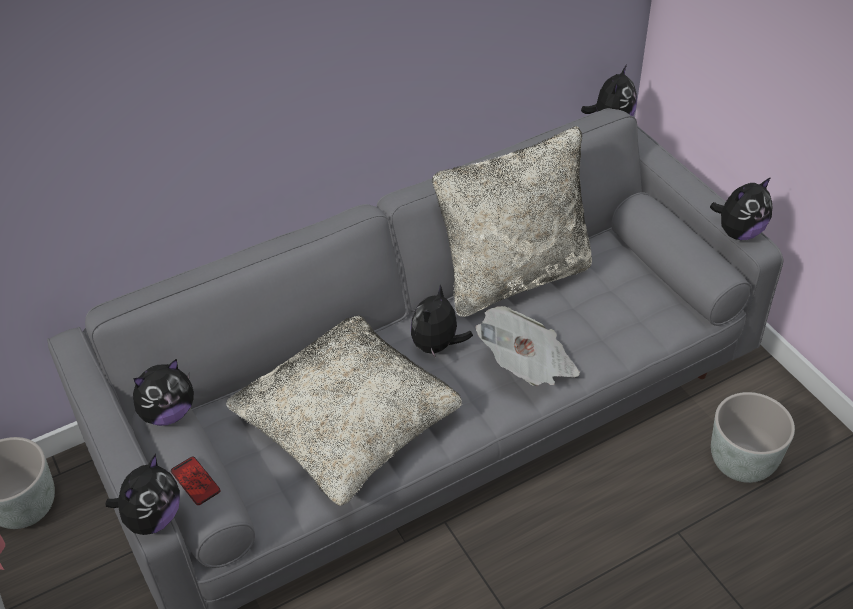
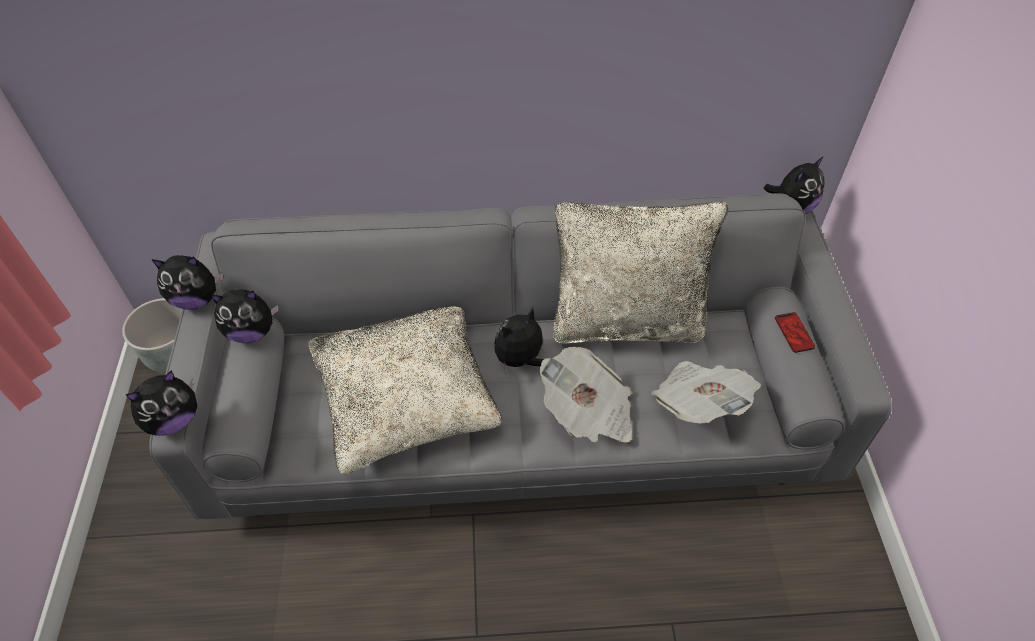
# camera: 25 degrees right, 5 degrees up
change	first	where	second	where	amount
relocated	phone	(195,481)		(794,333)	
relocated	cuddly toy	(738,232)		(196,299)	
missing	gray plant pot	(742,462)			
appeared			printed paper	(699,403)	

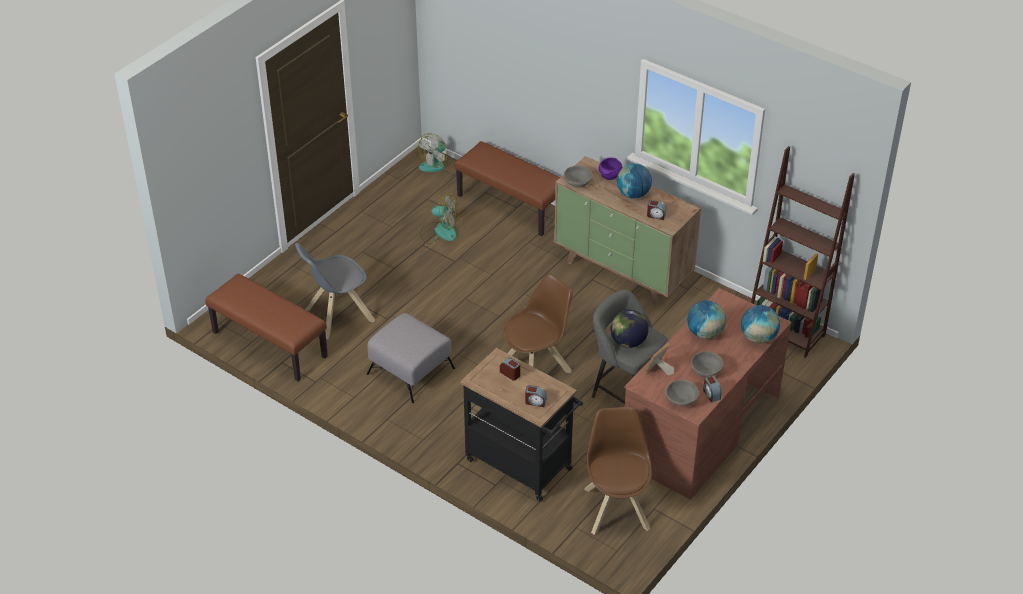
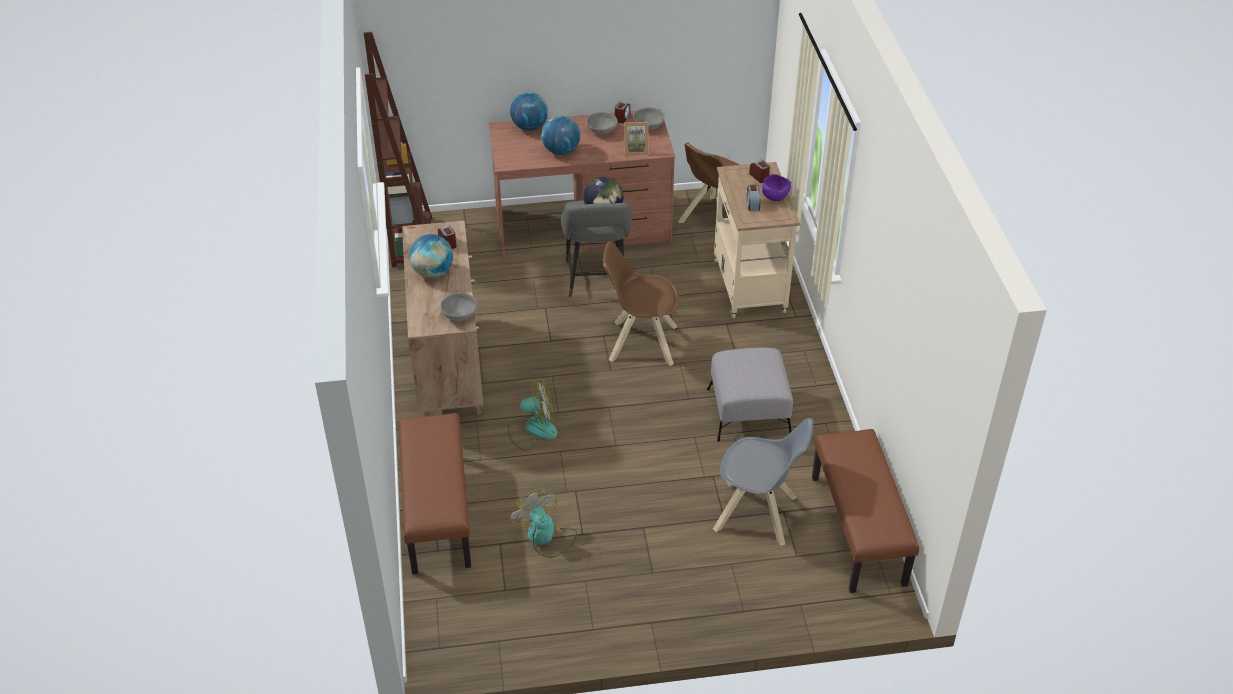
# camera: 135 degrees left, 0 degrees up
change	first	where	second	where	amount
relocated	fan	(436,164)		(532,429)	
colour	black-coloured cart	(521,466)	sand-coloured cart	(748,284)	
relocated	purplish bowl	(610,177)		(775,197)	

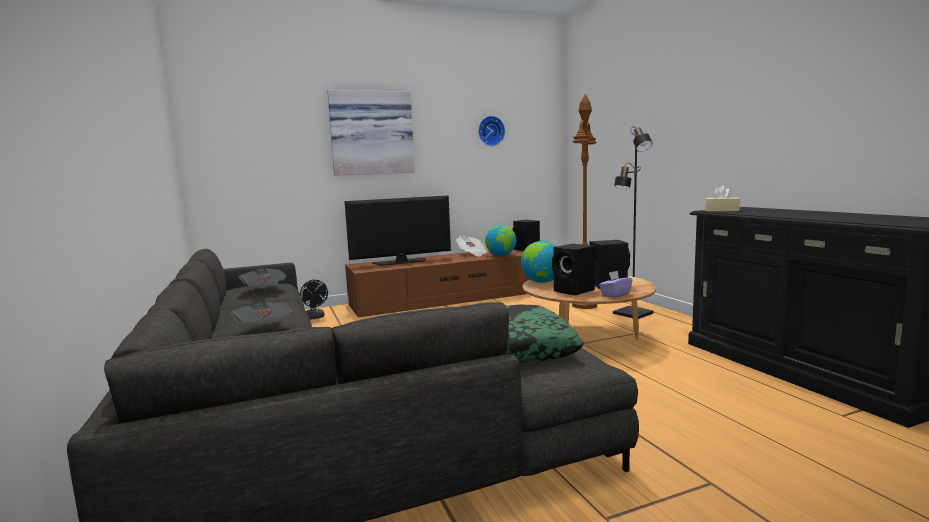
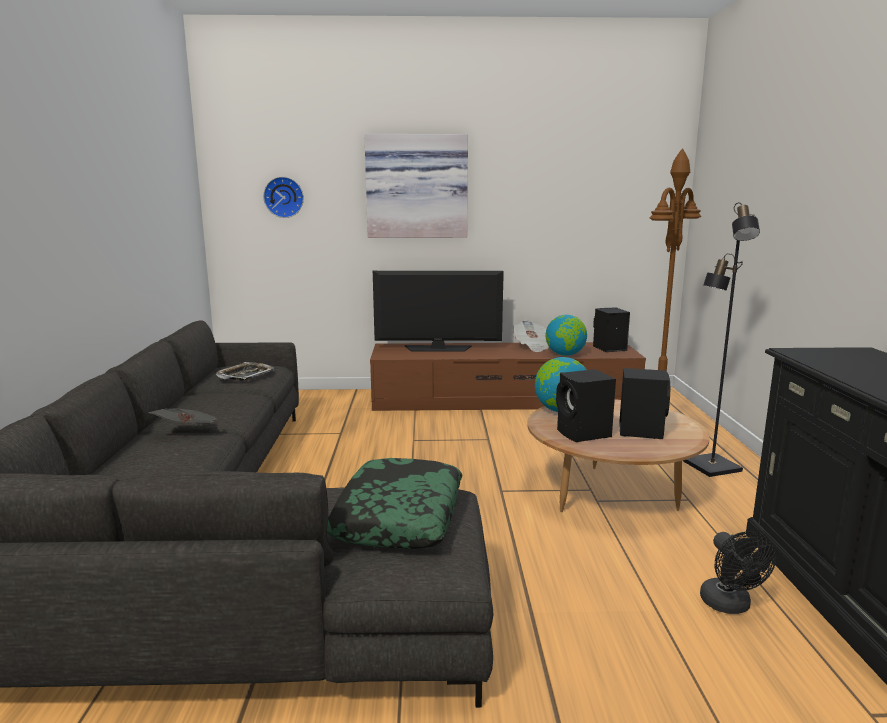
# camera: 20 degrees right, 5 degrees up
change	first	where	second	where	amount
exchanged	printed paper	(265,290)	carrying tray	(245,375)	
relocated	black-coloured fan	(315,318)		(729,606)	
relocated	hanging clock	(490,131)		(284,197)	
missing	purplish box of tissues	(615,295)			
missing	sand-coloured box of tissues	(721,210)			

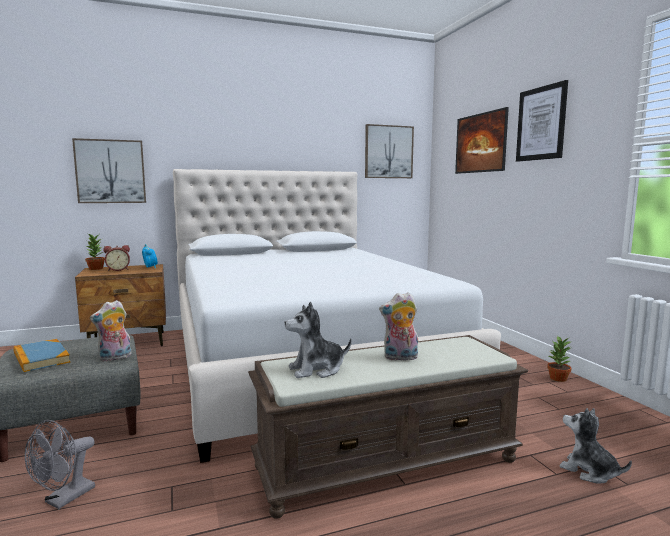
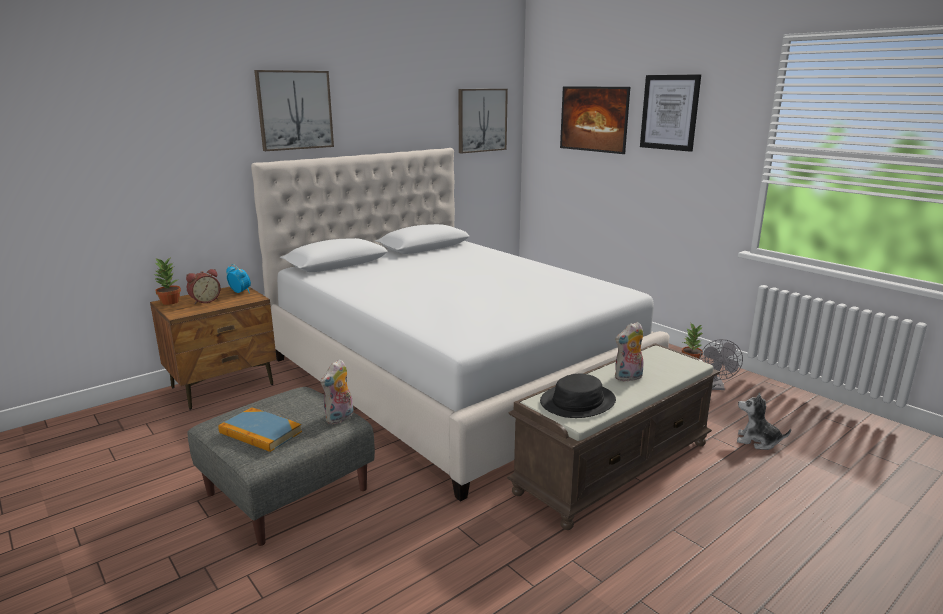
# camera: 20 degrees left, 10 degrees up
change	first	where	second	where	amount
relocated	gray fan	(64,499)		(716,387)	
relocated	wall picture	(110,171)		(295,110)	
exchanged	cuddly toy	(317,370)	black-coloured wearable hat	(578,402)	

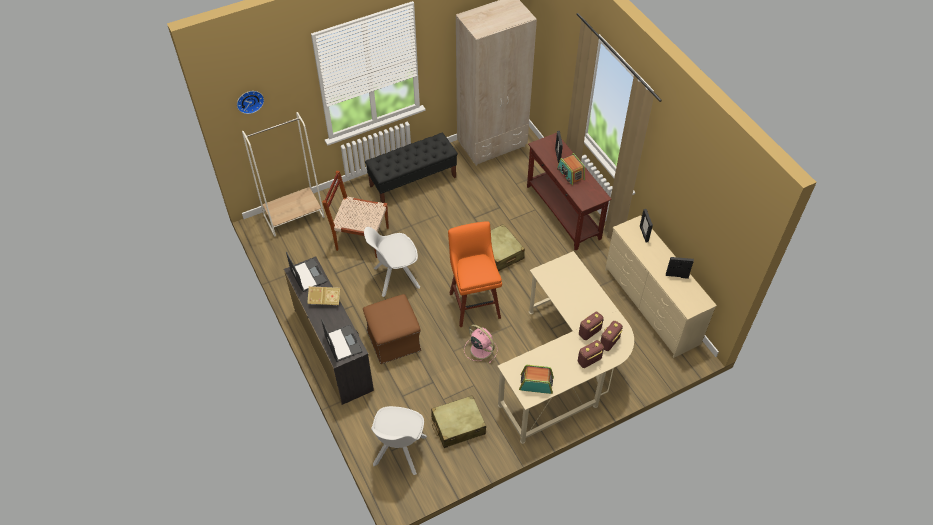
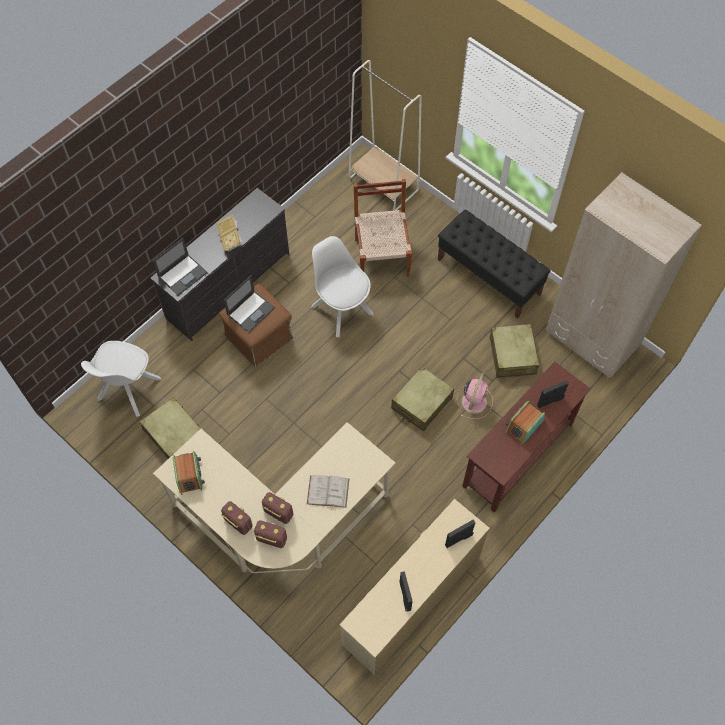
# camera: 70 degrees right, 10 degrees up
change	first	where	second	where	amount
missing	hanging clock	(249,100)			
relocated	portable computer	(308,275)		(251,311)	
spun	white-coloured upright chair	(399,451)		(128,390)	60 degrees counterclockwise
missing	orangey stool	(474,304)			
relocated	pink fan	(480,349)		(474,401)	
appeared			white-coloured bound book	(328,491)	
appeared			sand-coloured suitcase	(512,356)	

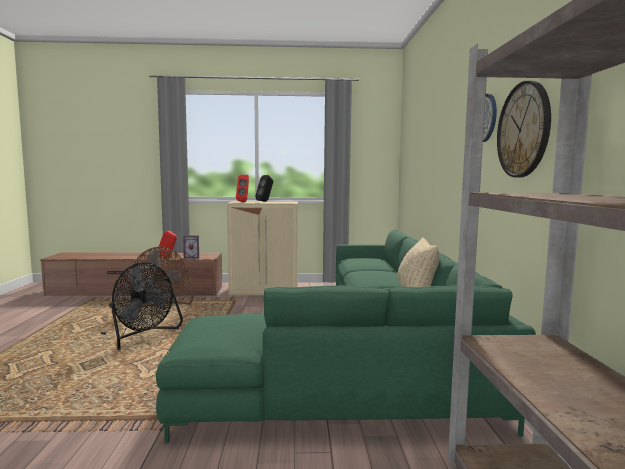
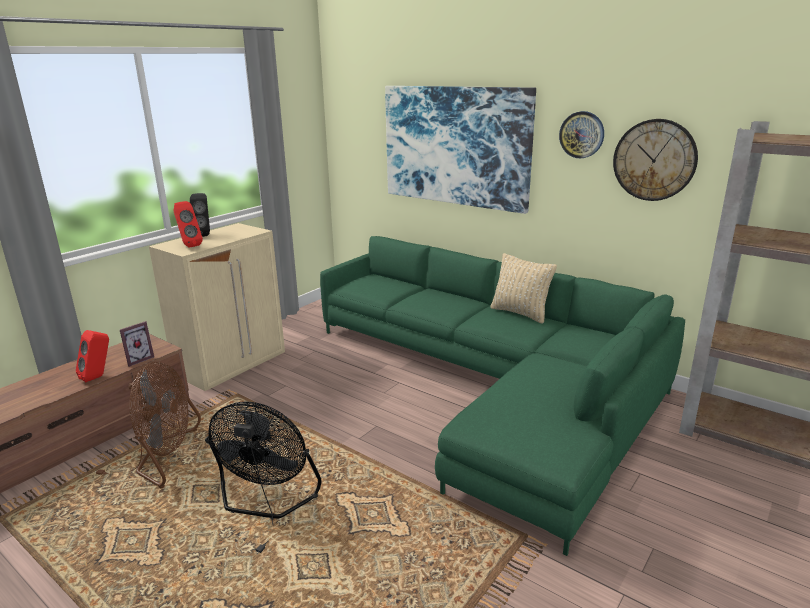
# camera: 50 degrees left, 15 degrees up
change	first	where	second	where	amount
spun	black-coloured fan	(139,337)		(263,505)	60 degrees counterclockwise
appeared			wall picture	(455,146)	

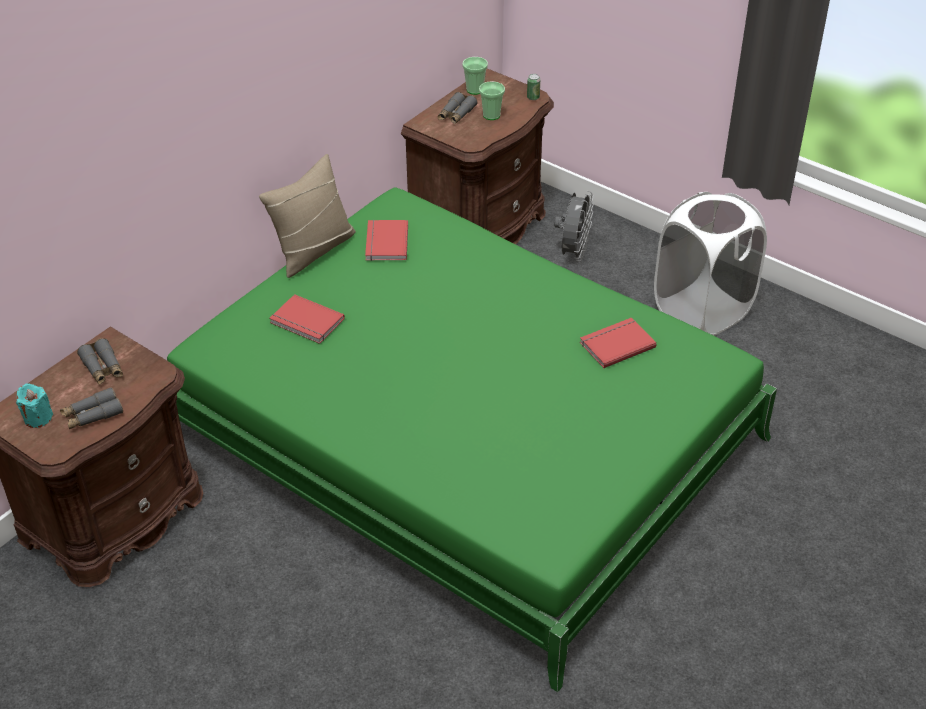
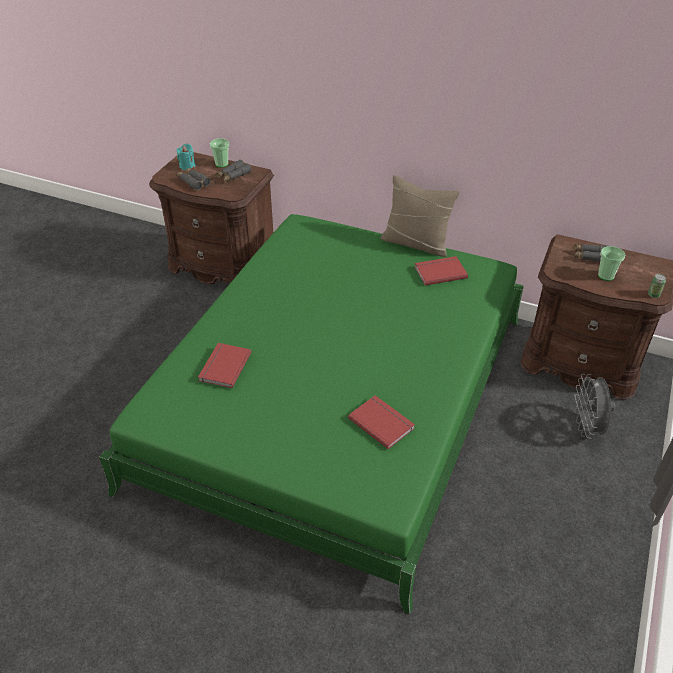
# camera: 75 degrees right, 0 degrees up
change	first	where	second	where	amount
relocated	red bound book	(306,322)		(223,366)	
relocated	cup	(475,90)		(222,164)	
spun	gray fan	(573,252)		(587,427)	90 degrees clockwise
missing	white-coloured laundry basket	(702,311)			

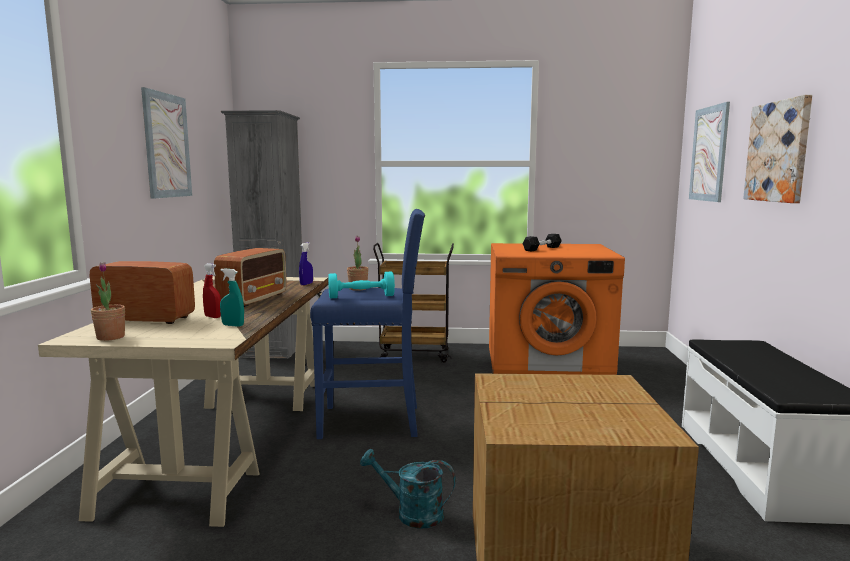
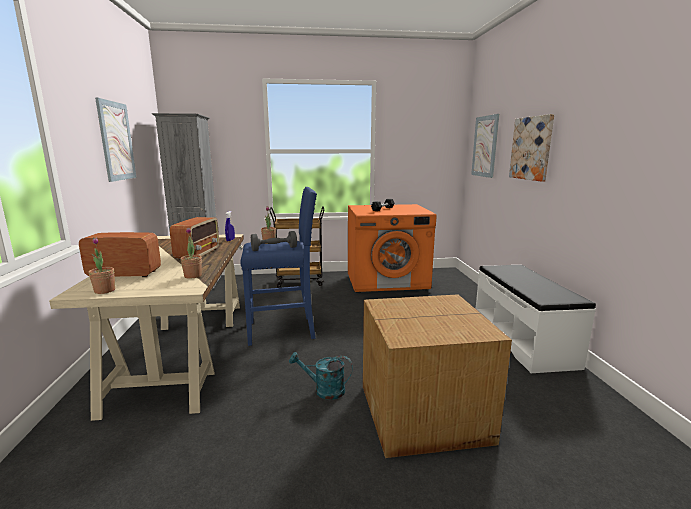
# camera: 10 degrees left, 5 degrees up
change	first	where	second	where	amount
missing	red hand sprayer	(213,317)			
exchanged	turquoise-coloured hand sprayer	(233,325)	houseplant	(193,276)	
colour	turquoise-coloured free weight	(361,297)	gray free weight	(274,249)	

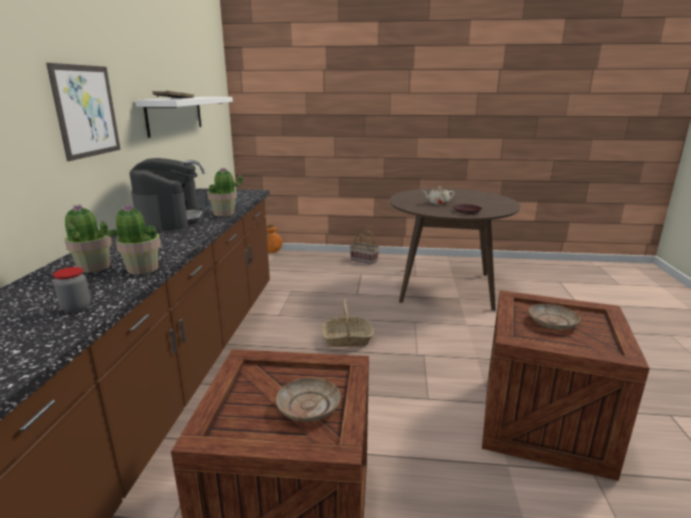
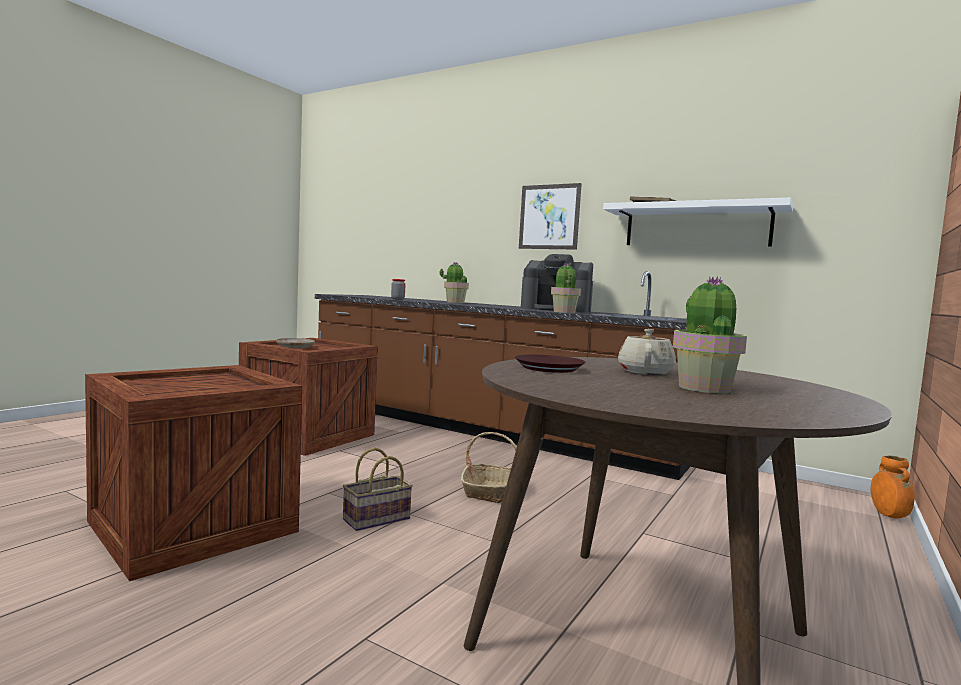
# camera: 115 degrees right, 15 degrees down
change	first	where	second	where	amount
relocated	houseplant	(142,269)		(704,388)	
relocated	storage basket	(365,260)		(375,520)	
missing	sand-coloured plate	(552,322)			

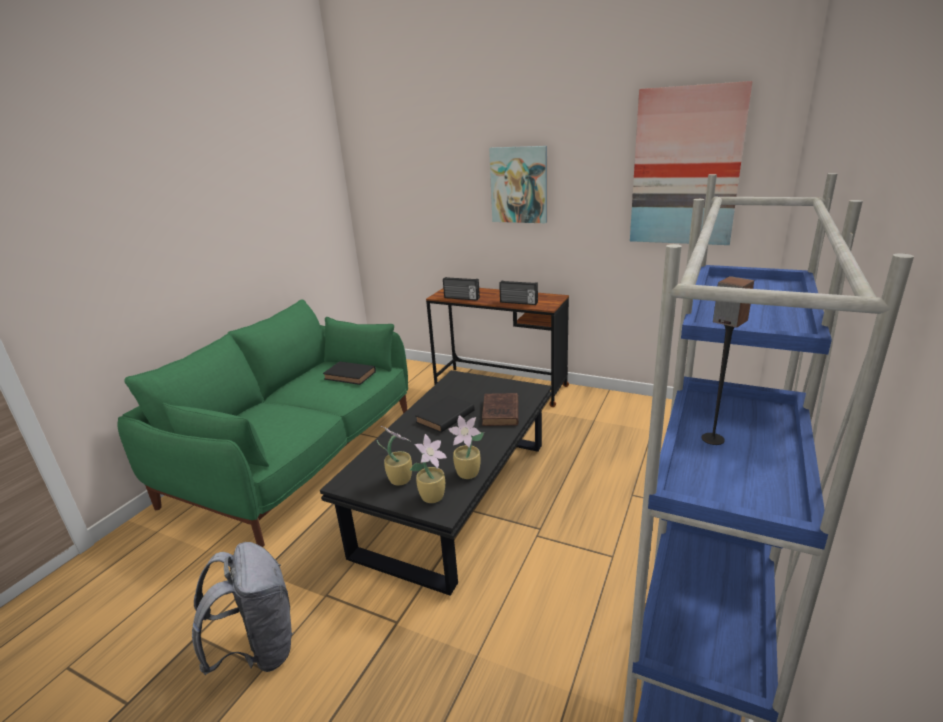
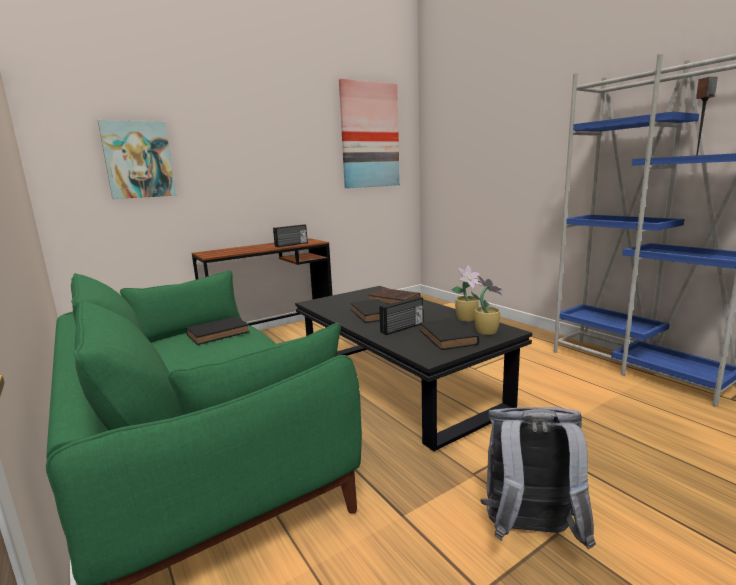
# camera: 60 degrees left, 10 degrees down
change	first	where	second	where	amount
exchanged	houseplant	(400,479)	black-coloured bound book	(448,338)	
relocated	radio receiver	(461,298)		(403,328)	
relocated	wall picture	(519,185)		(138,160)	

